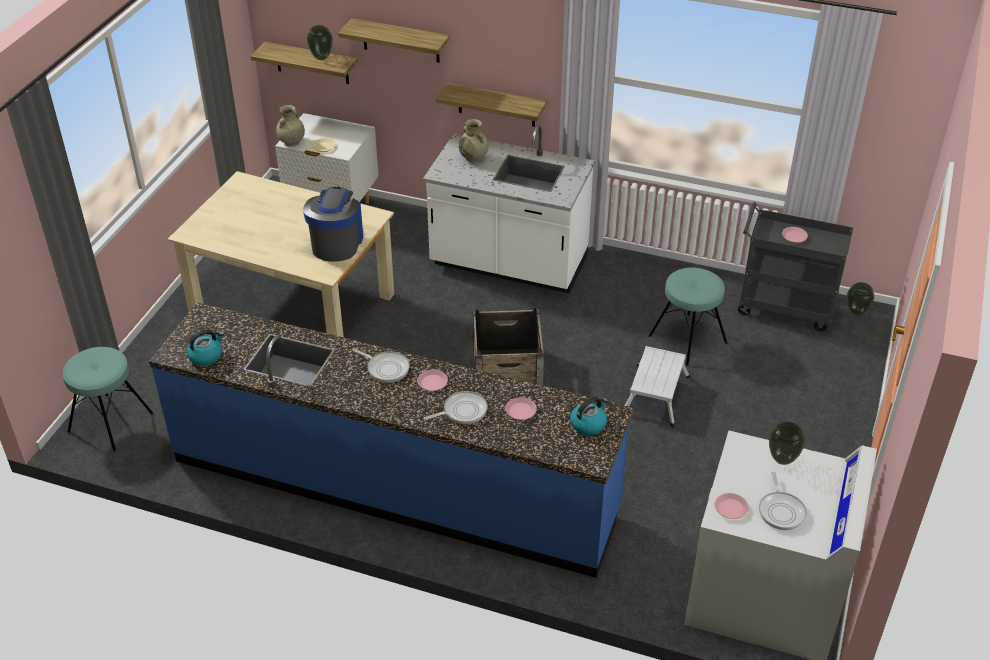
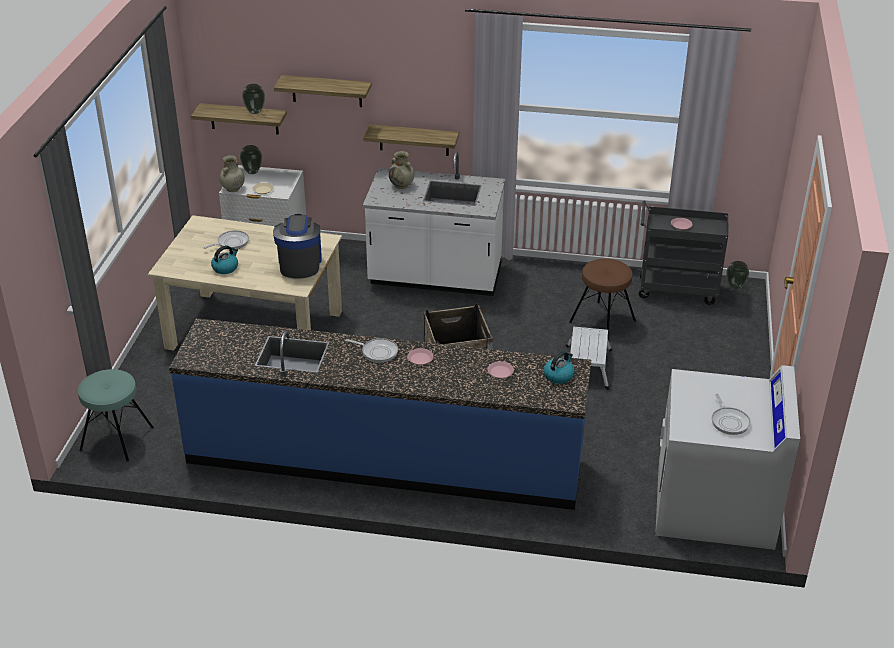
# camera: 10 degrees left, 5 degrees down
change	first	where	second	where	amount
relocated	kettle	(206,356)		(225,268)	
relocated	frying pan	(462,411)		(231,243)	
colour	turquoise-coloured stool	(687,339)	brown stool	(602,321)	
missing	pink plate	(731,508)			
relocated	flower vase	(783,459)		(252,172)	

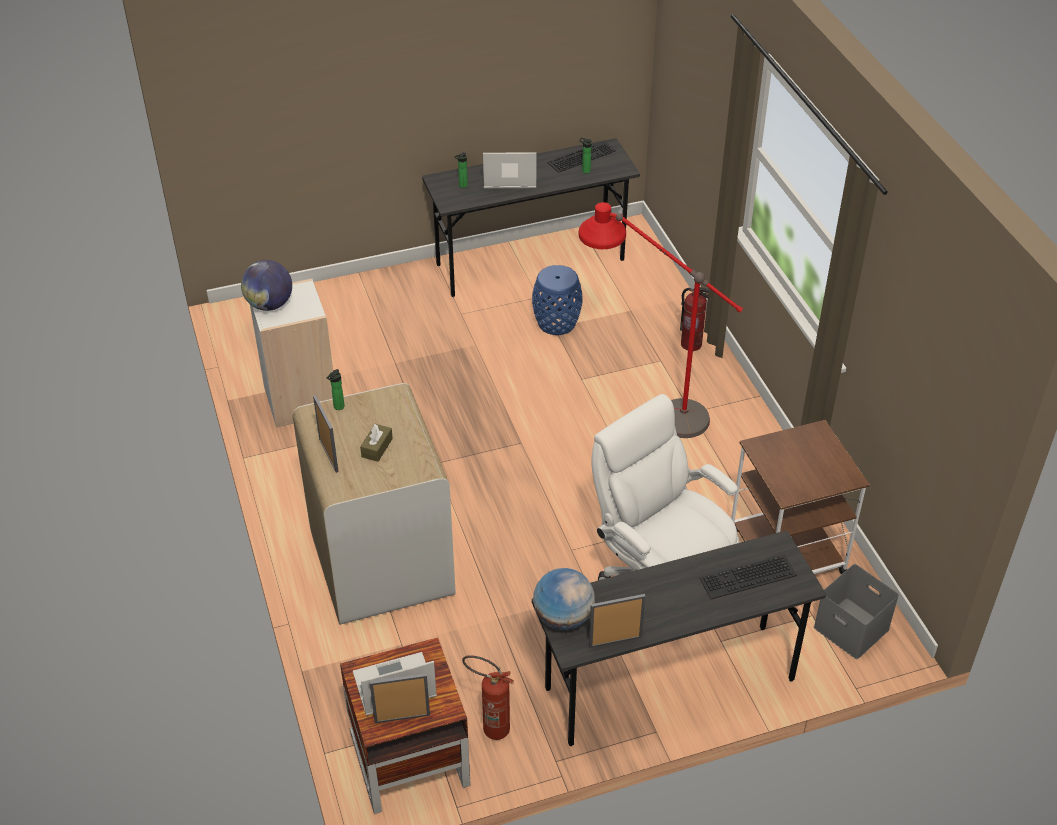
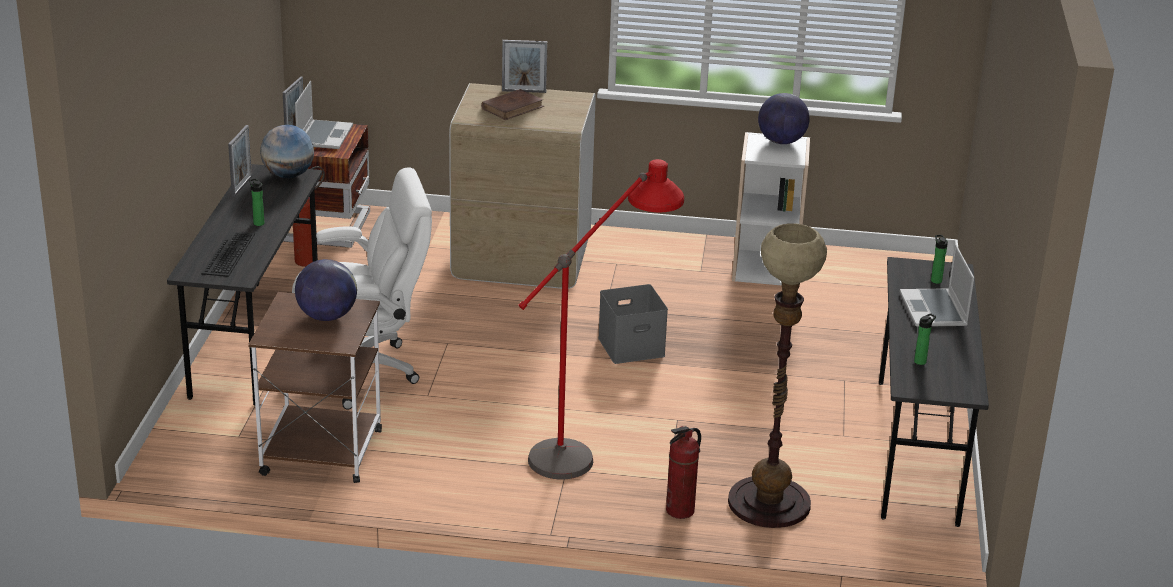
# camera: 115 degrees right, 15 degrees down
change	first	where	second	where	amount
relocated	bottle	(338,407)		(258,223)	
exchanged	brown box of tissues	(377,448)	brown bound book	(512,108)	
spun	portable computer	(509,178)		(934,310)	150 degrees clockwise
missing	blue stool	(556,323)			
missing	computer keyboard	(581,156)			
relocated	gray storage bin	(853,628)		(630,347)	
appeared			world globe	(327,316)	
appeared			standard lamp	(769,503)	

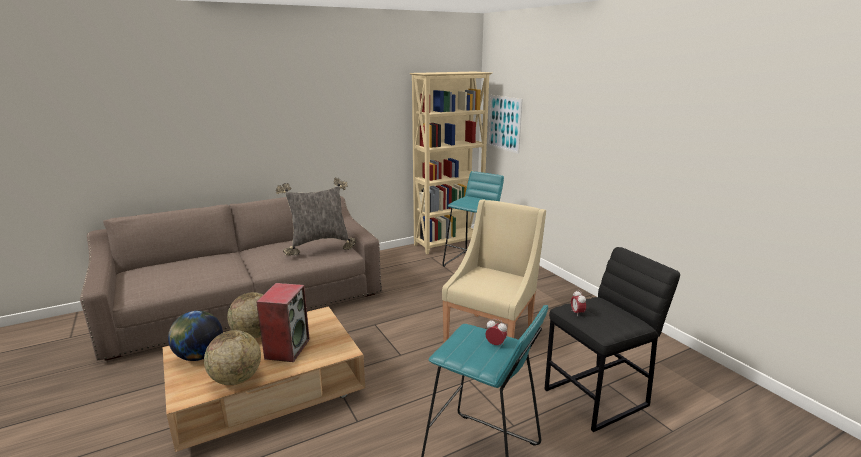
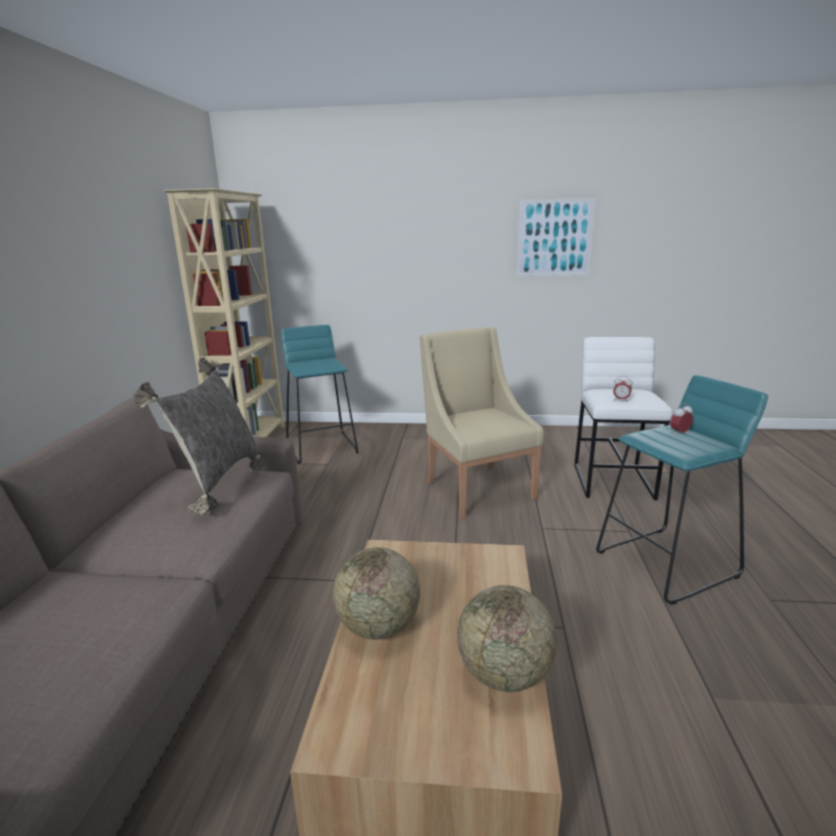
# camera: 55 degrees left, 0 degrees up
change	first	where	second	where	amount
missing	world globe	(199,356)			
missing	audio speaker	(287,348)			
relocated	wall picture	(504,123)		(554,238)	
colour	black-coloured stool	(597,396)	white-coloured stool	(612,480)	

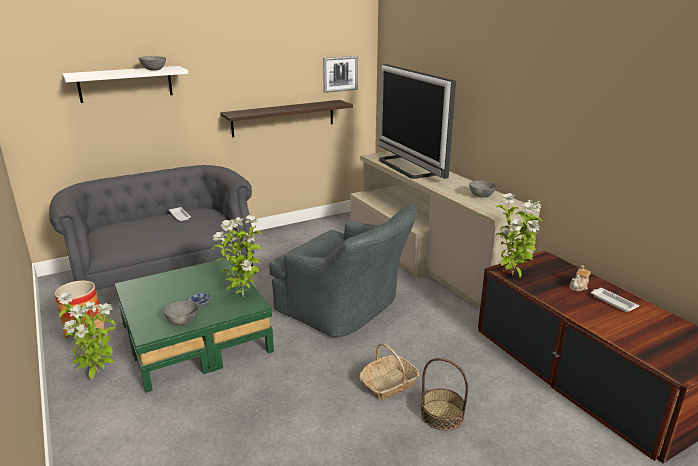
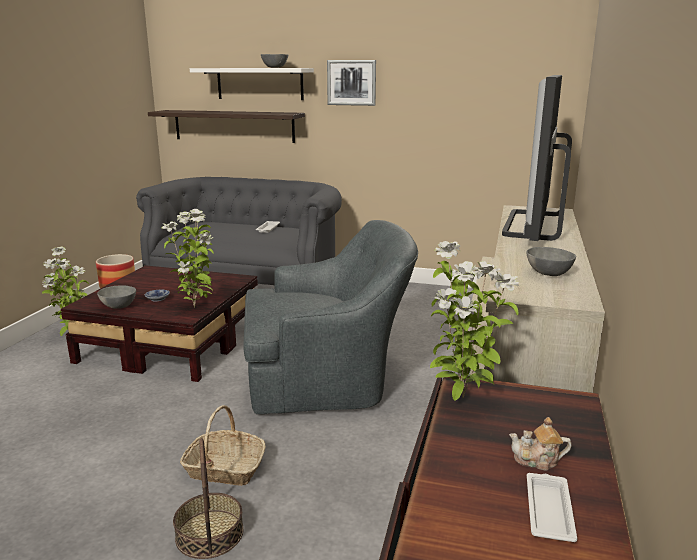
# camera: 45 degrees right, 5 degrees down
change	first	where	second	where	amount
colour	green-coloured lounge table	(196,337)	brown lounge table	(173,342)	
relocated	wall shelf	(283,117)		(233,126)	
spun	gray armchair	(346,309)		(328,378)	90 degrees counterclockwise
relocated	wall picture	(340,74)		(351,82)	

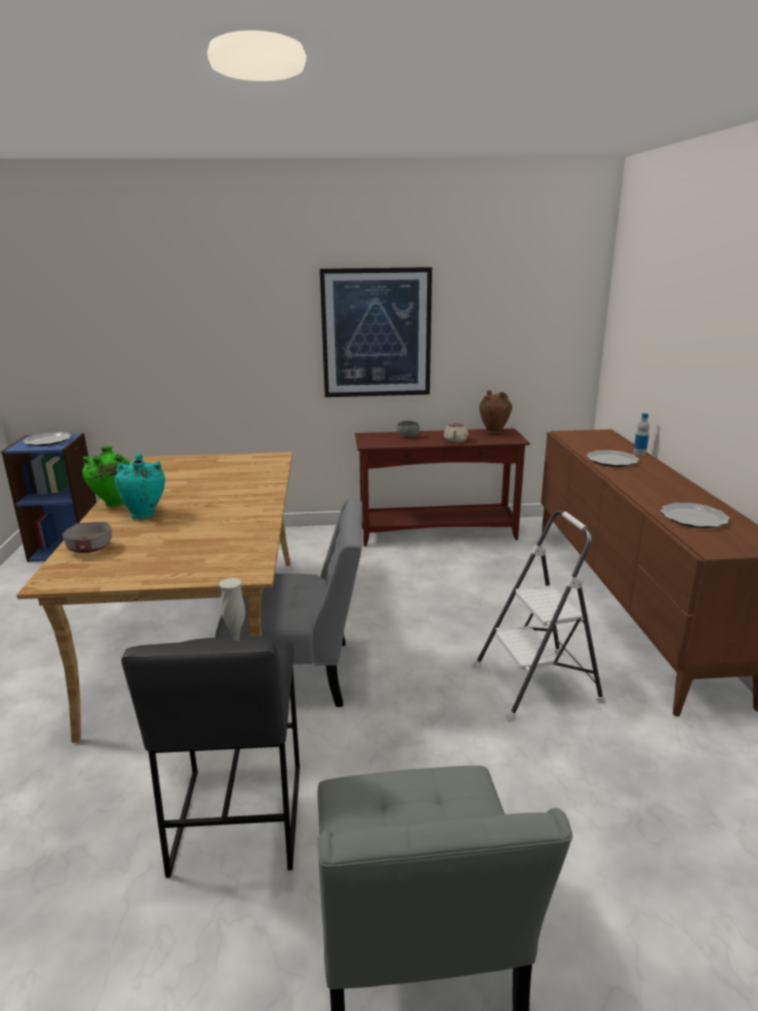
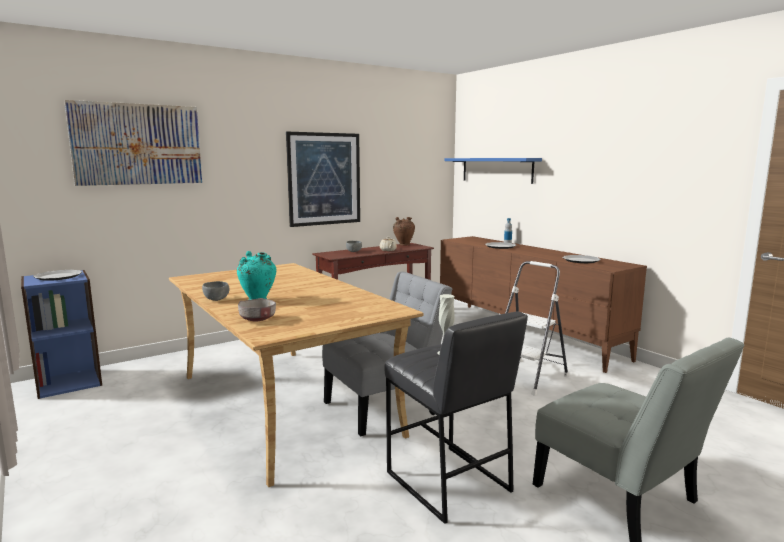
# camera: 30 degrees left, 10 degrees down
change	first	where	second	where	amount
exchanged	green-coloured flower vase	(113,504)	gray bowl	(216,299)	
appeared			wall picture	(138,144)	
appeared			blue wall shelf	(496,170)	

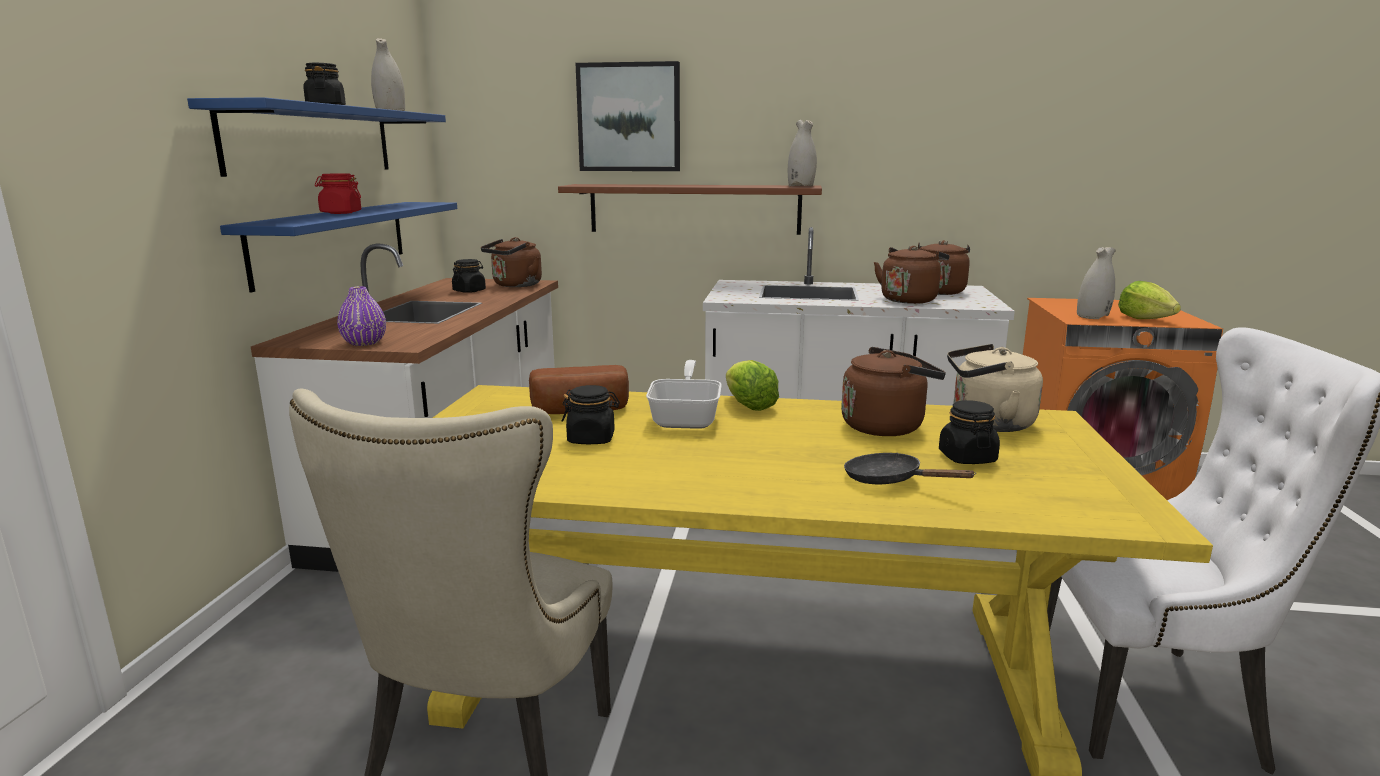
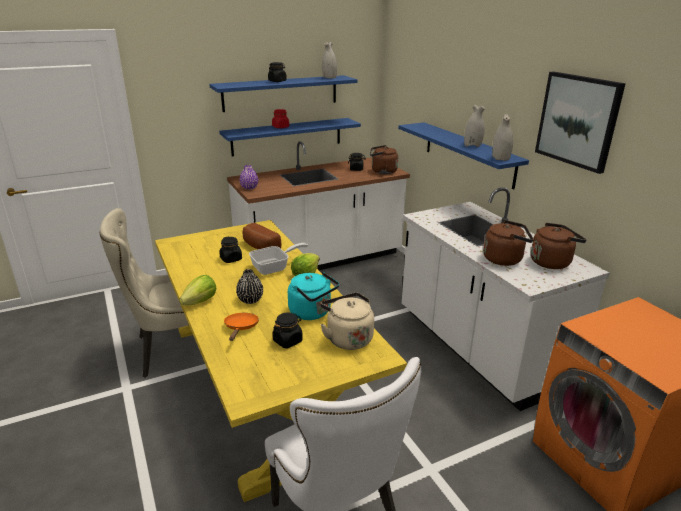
# camera: 55 degrees right, 10 degrees up
change	first	where	second	where	amount
colour	brown wall shelf	(694,209)	blue wall shelf	(468,153)	
relocated	wall picture	(629,117)		(578,120)	
colour	brown kettle	(886,426)	turquoise-coloured kettle	(312,312)	
colour	black-coloured frying pan	(889,480)	orangey frying pan	(241,328)	
relocated	white-coloured flower vase	(1093,316)		(472,145)	
relocated	lettuce	(1145,319)		(200,301)	
appeared			black-coloured flower vase	(250,300)	

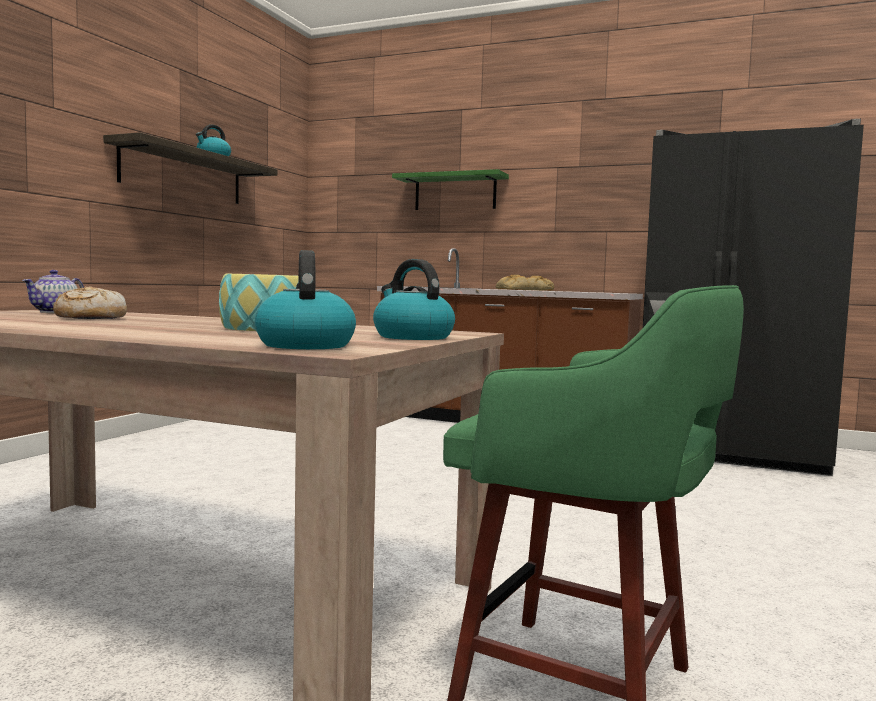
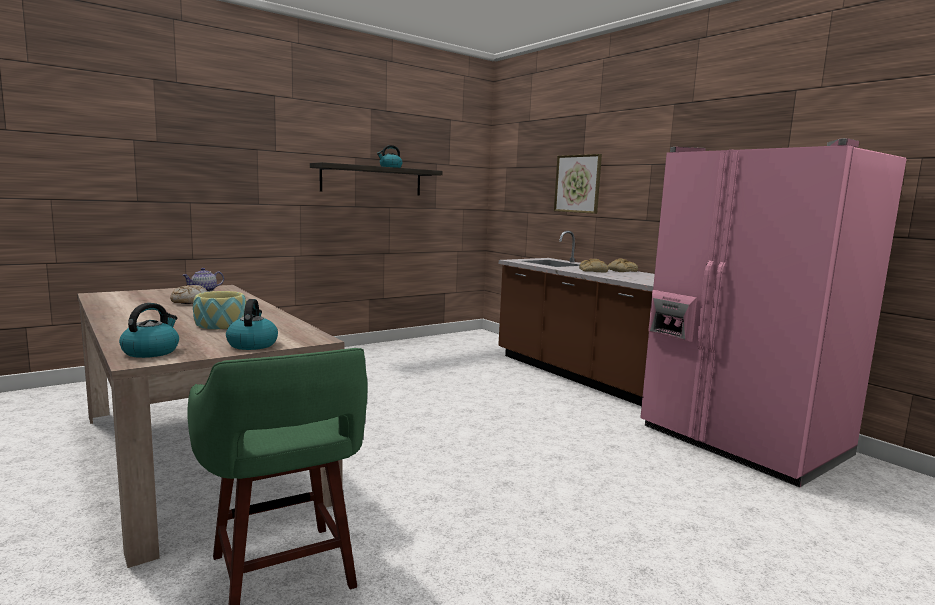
# camera: 30 degrees right, 5 degrees up
change	first	where	second	where	amount
exchanged	green-coloured wall shelf	(455,193)	wall picture	(577,184)	
colour	black-coloured refrigerator	(730,451)	pink refrigerator	(742,441)	

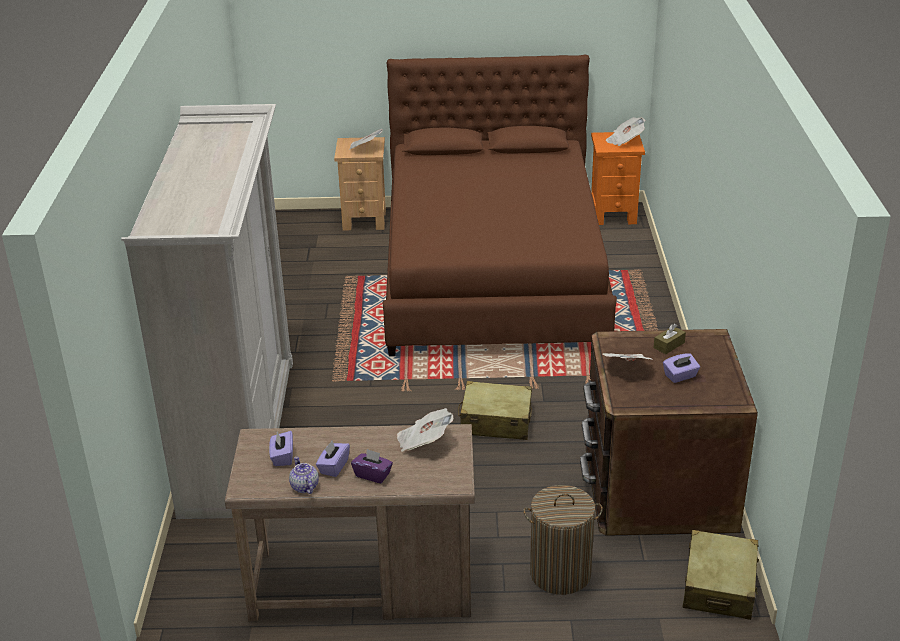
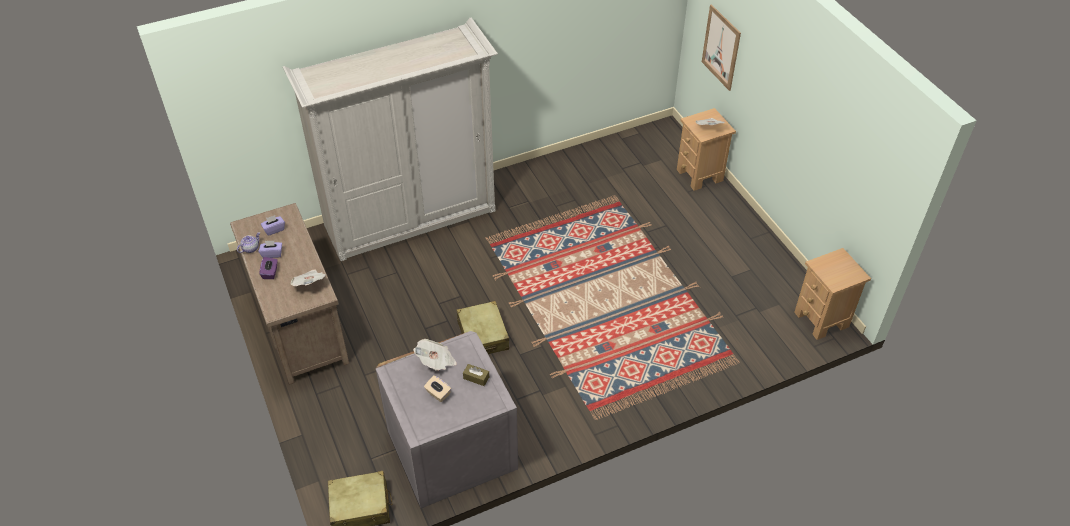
# camera: 65 degrees right, 15 degrees up
change	first	where	second	where	amount
missing	brown bed	(493,273)			
missing	laundry basket	(560,573)			
colour	brown chest of drawers	(656,488)	gray chest of drawers	(449,447)	
colour	orangey night table	(614,215)	sand-coloured night table	(821,320)	
missing	printed paper	(625,141)			
colour	purplish box of tissues	(680,376)	sand-coloured box of tissues	(438,393)	
appeared			wall picture	(721,47)	

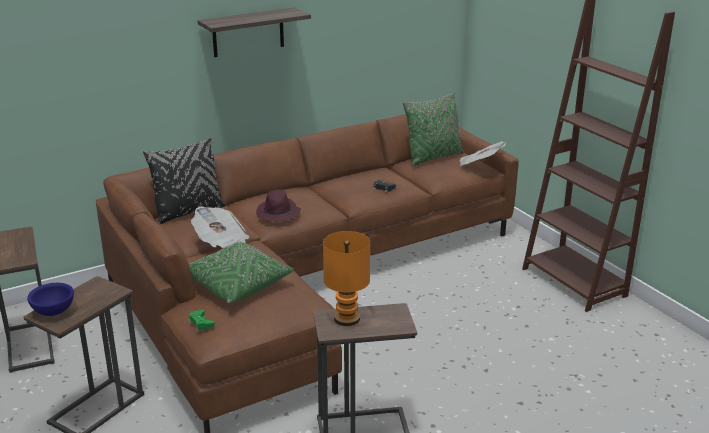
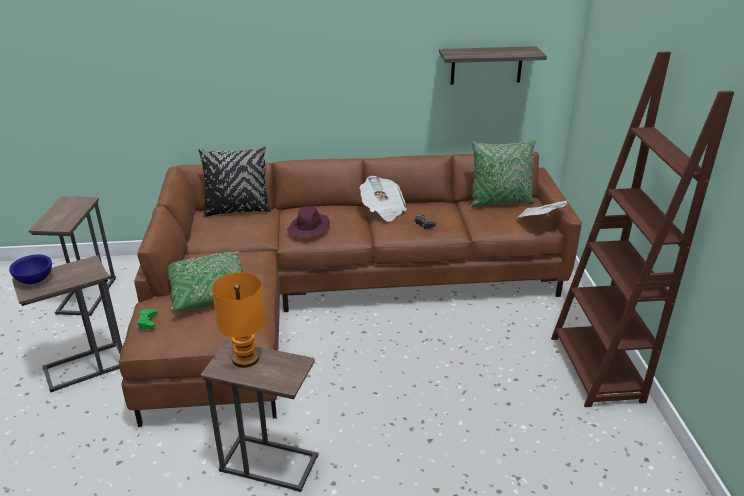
# camera: 25 degrees right, 5 degrees up
change	first	where	second	where	amount
relocated	printed paper	(221,243)		(383,210)	
relocated	wall shelf	(248,32)		(486,65)	

